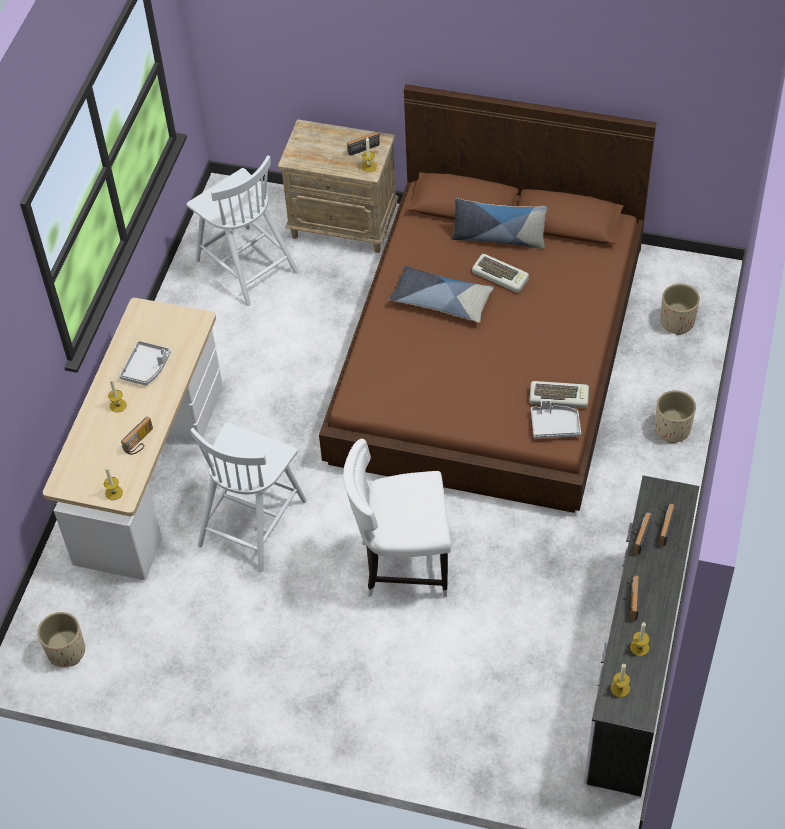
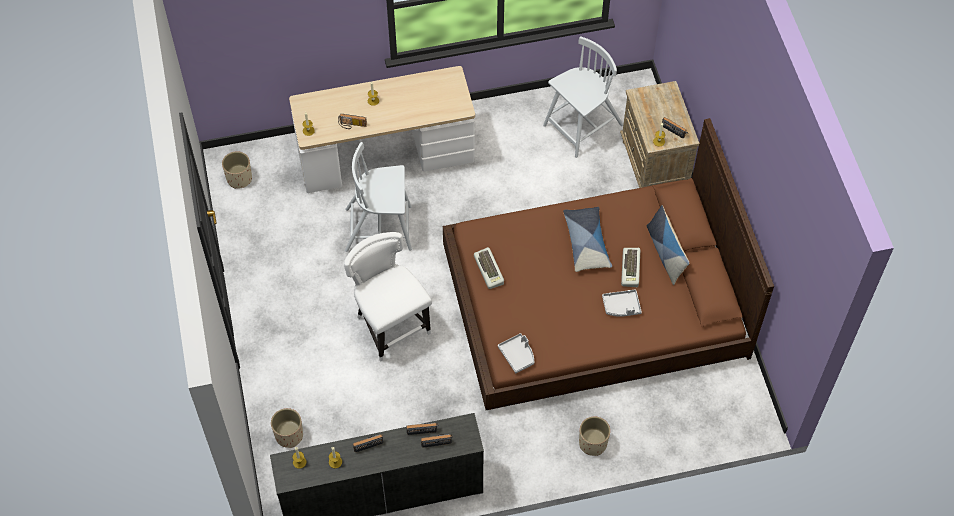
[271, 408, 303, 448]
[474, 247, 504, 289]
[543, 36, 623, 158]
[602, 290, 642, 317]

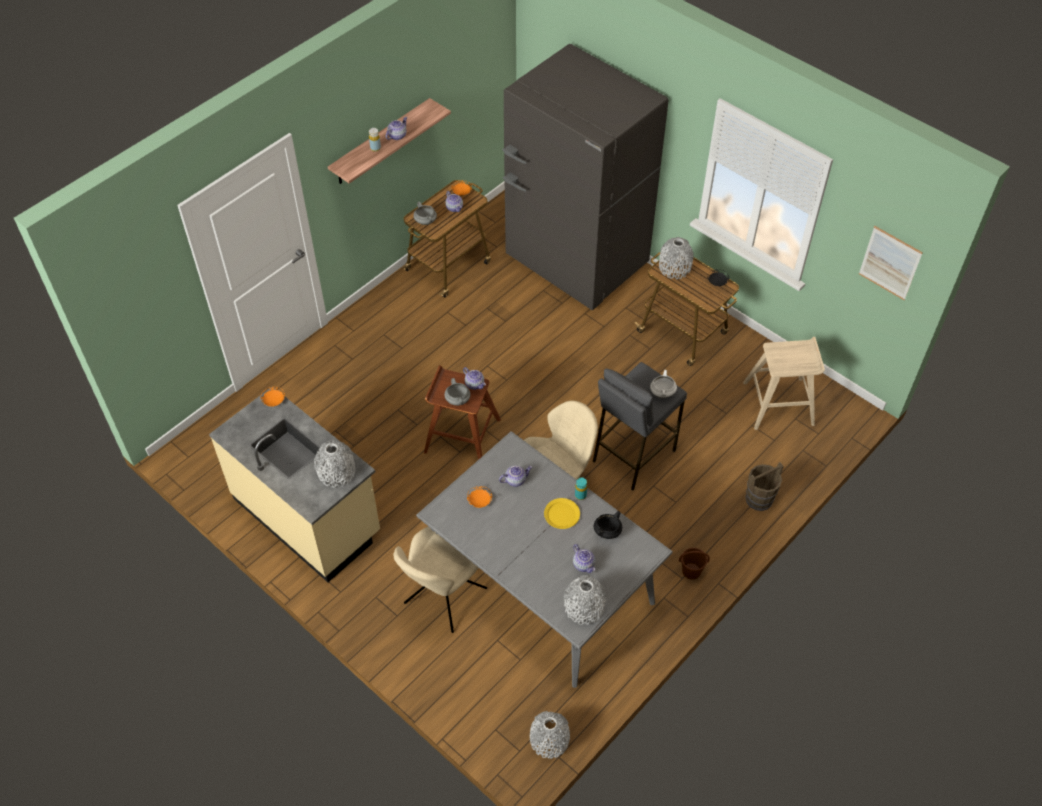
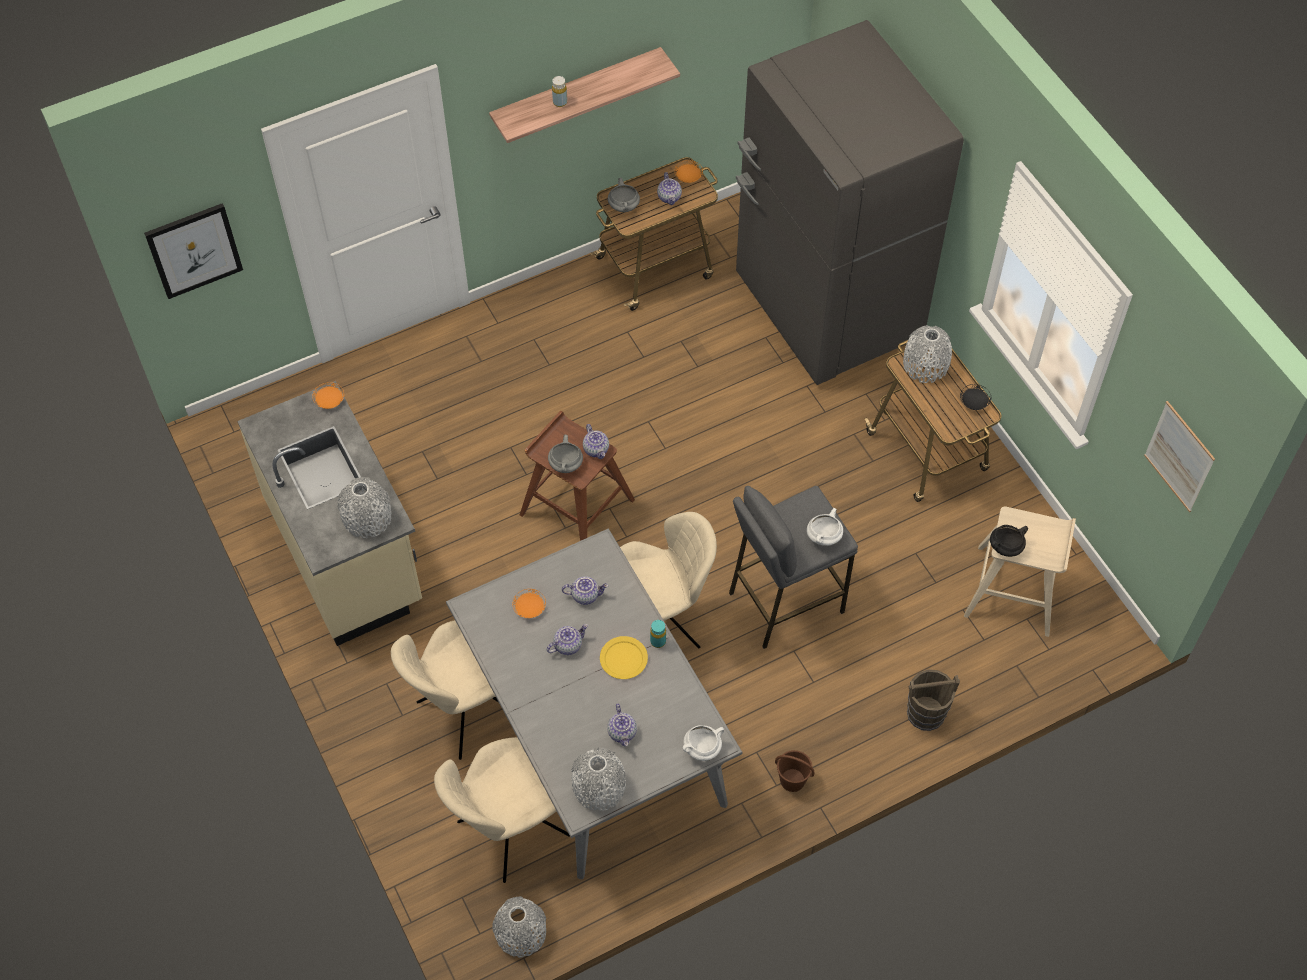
[144, 203, 243, 299]
[434, 737, 570, 883]
[547, 624, 588, 655]
[683, 725, 724, 761]
[990, 525, 1028, 557]

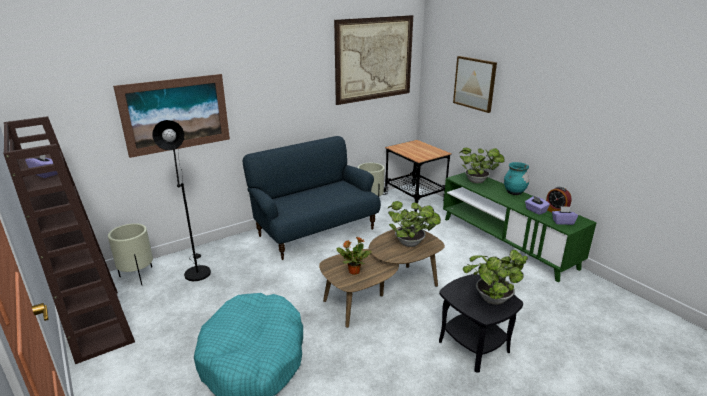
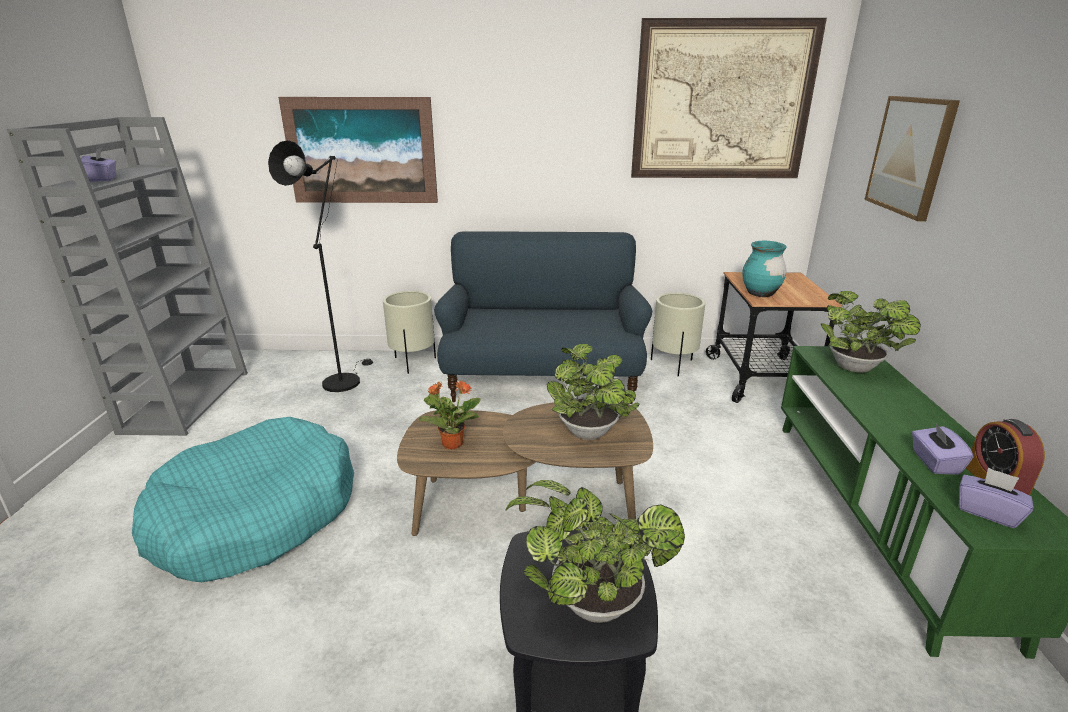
[7, 117, 248, 436]
[383, 291, 436, 374]
[742, 241, 787, 297]

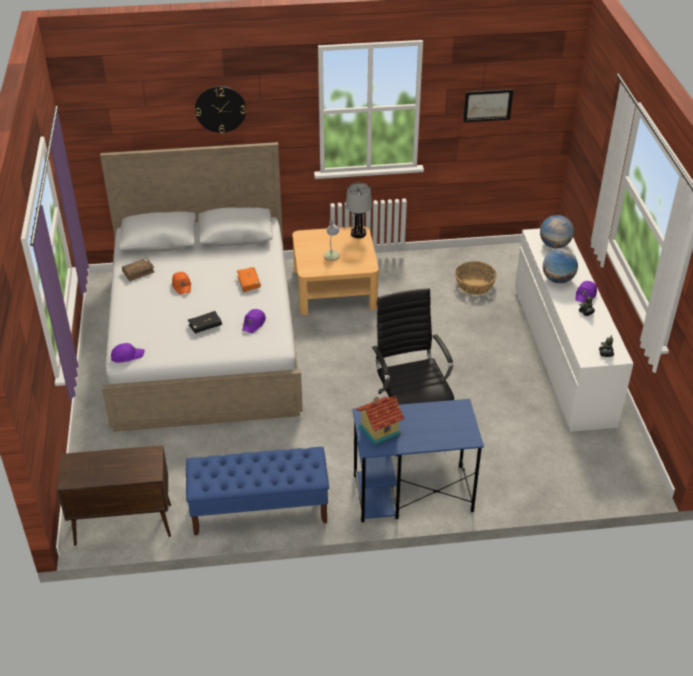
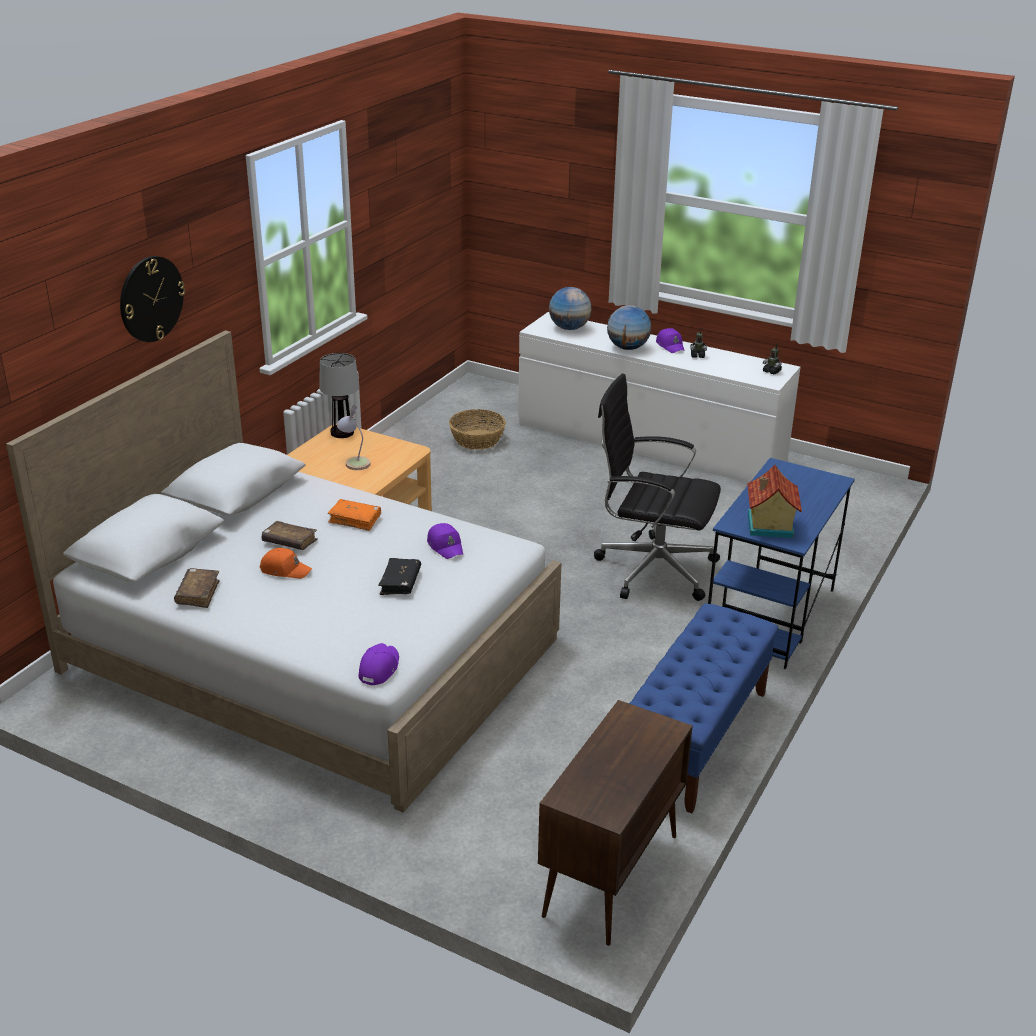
[262, 521, 318, 550]
[463, 89, 513, 122] (first image)

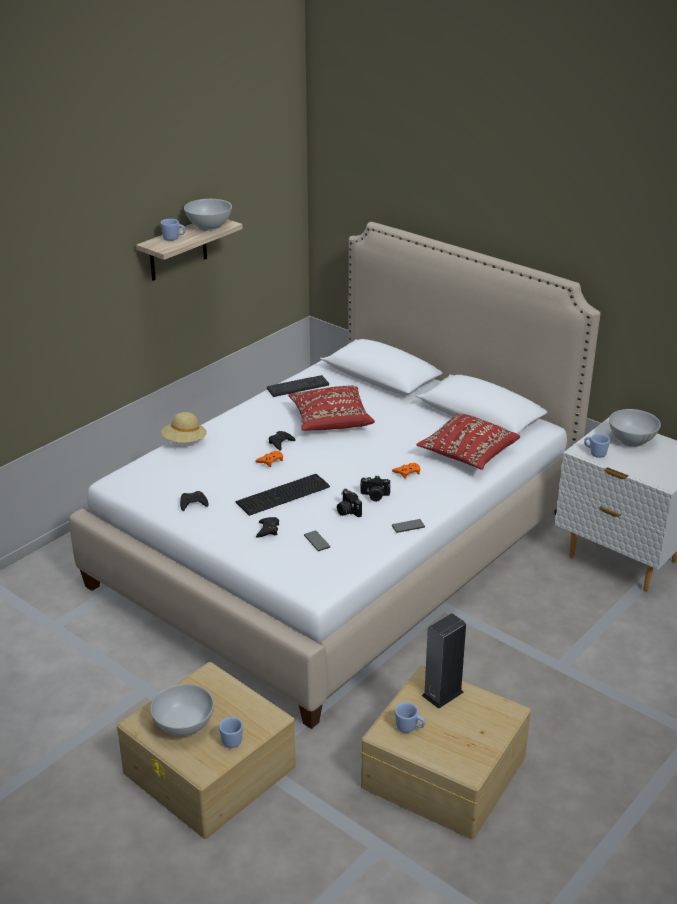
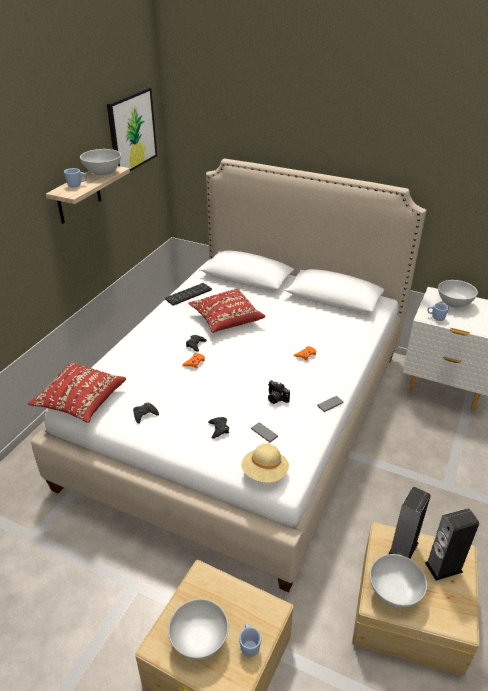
[28, 363, 126, 423]
[107, 87, 157, 171]
[241, 444, 289, 483]
[370, 554, 427, 608]
[425, 508, 479, 581]
[236, 474, 330, 516] (first image)
[360, 476, 390, 502] (first image)

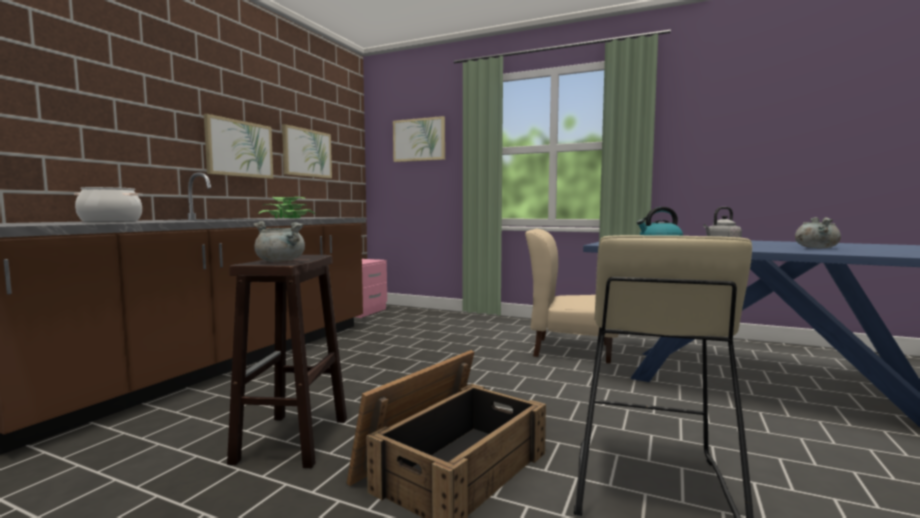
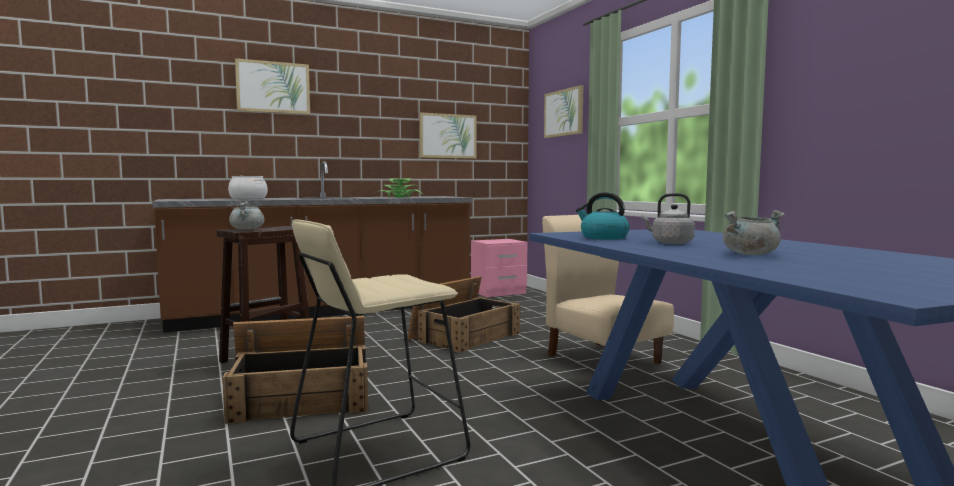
[235, 58, 310, 115]
[407, 276, 520, 353]

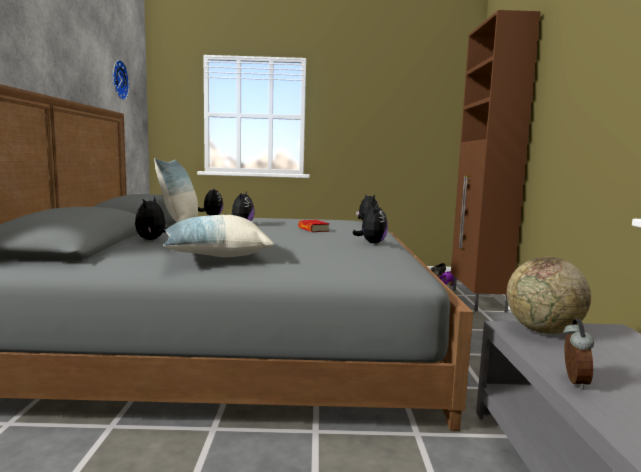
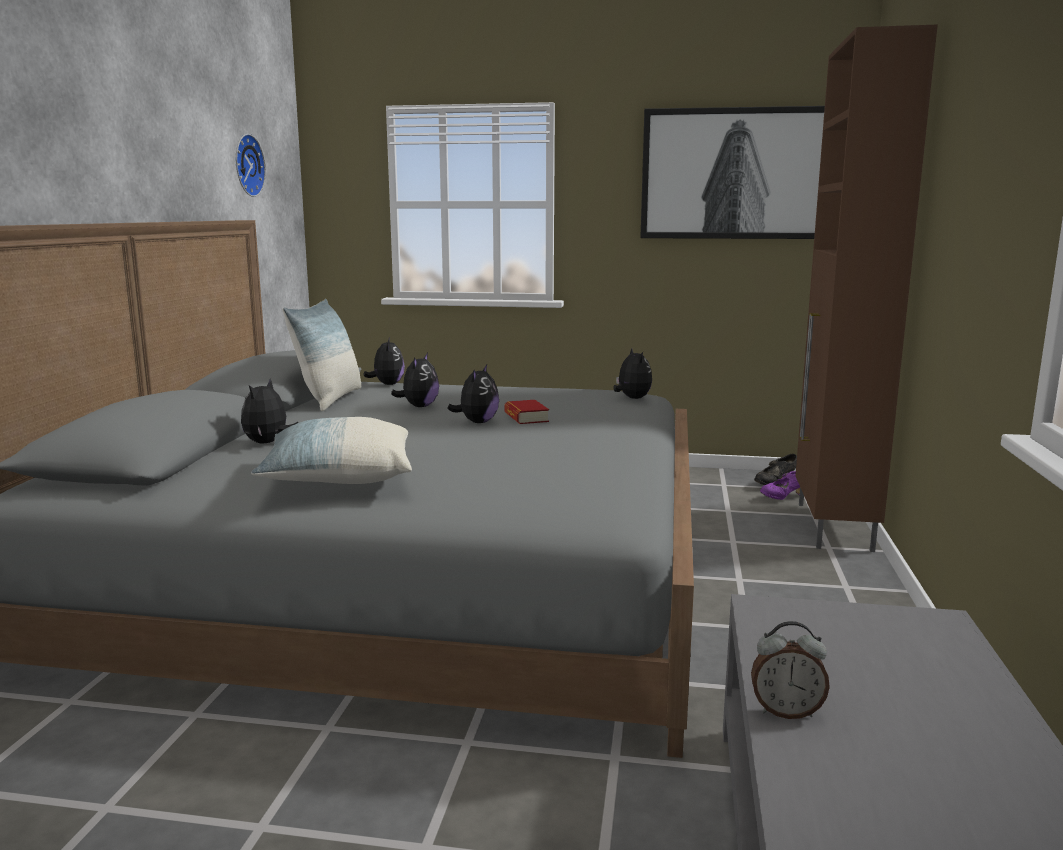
[447, 365, 499, 423]
[640, 106, 825, 239]
[751, 621, 830, 719]
[507, 257, 591, 334] (first image)

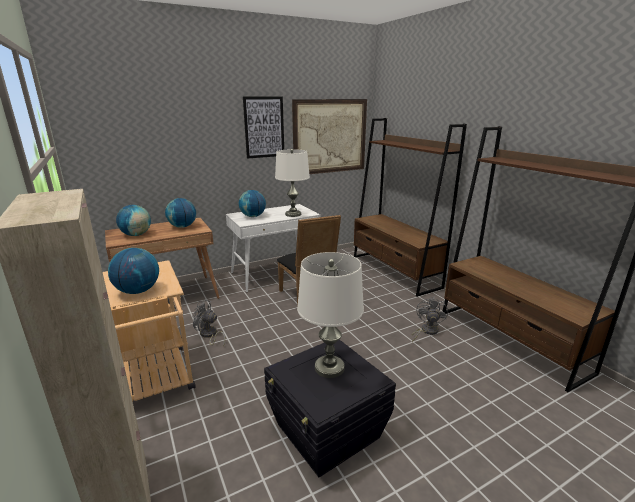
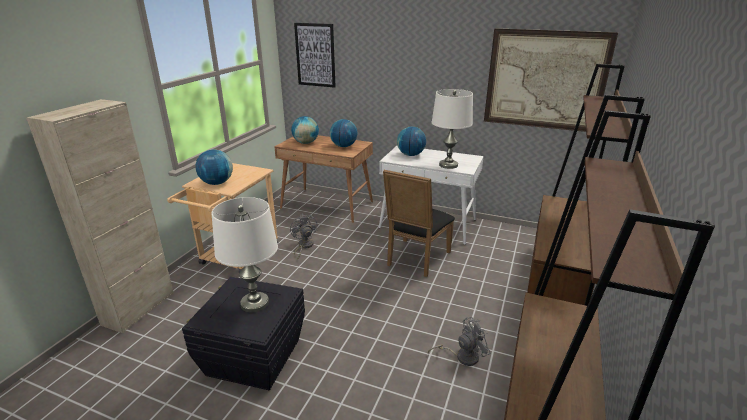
[294, 23, 336, 88]

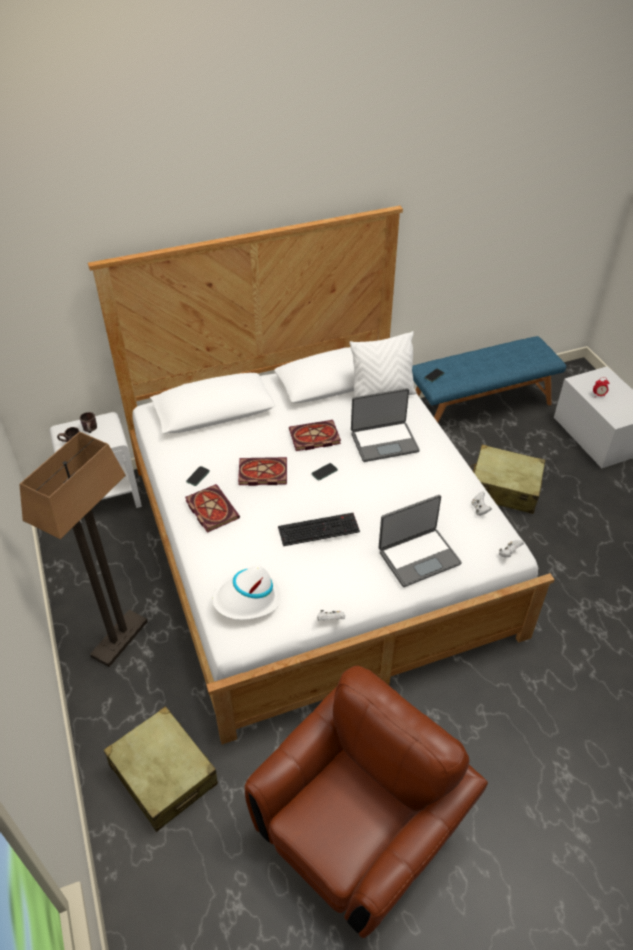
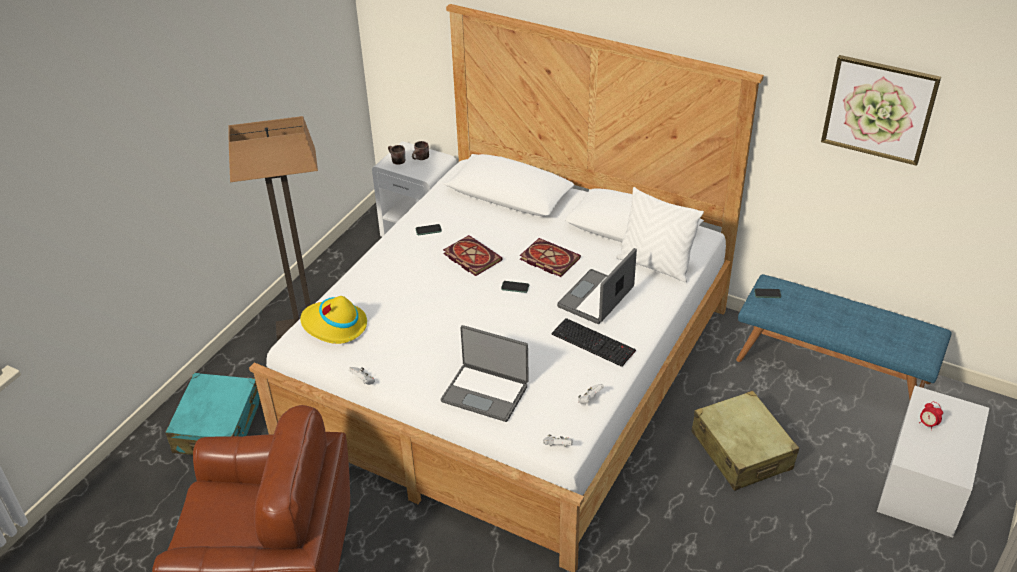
[165, 373, 261, 455]
[300, 296, 367, 344]
[551, 318, 636, 367]
[557, 248, 637, 324]
[821, 55, 941, 166]
[185, 484, 240, 533] (first image)

